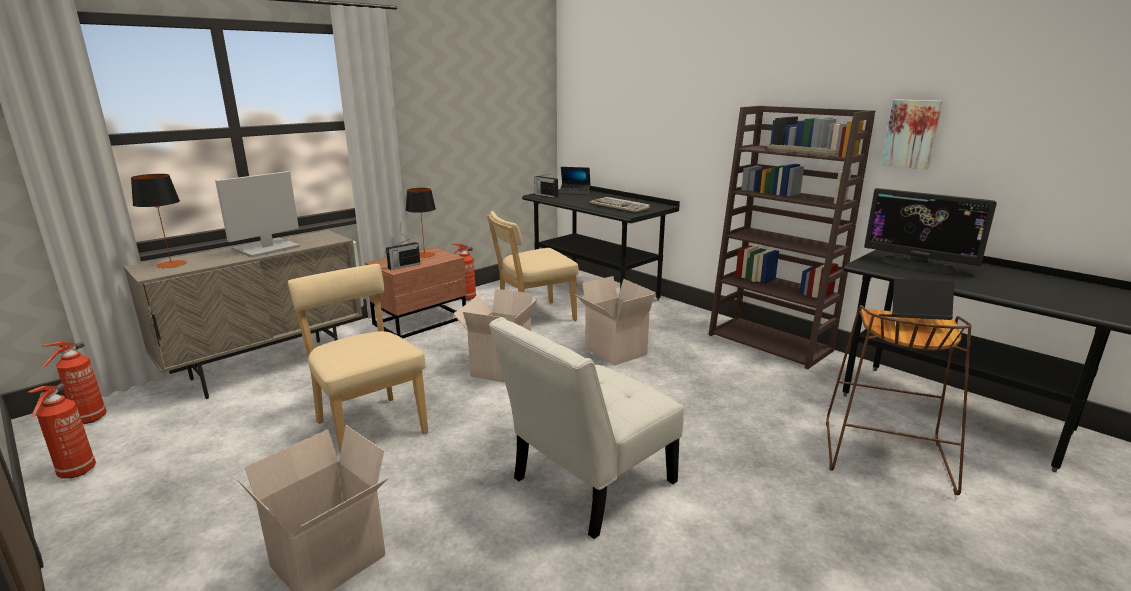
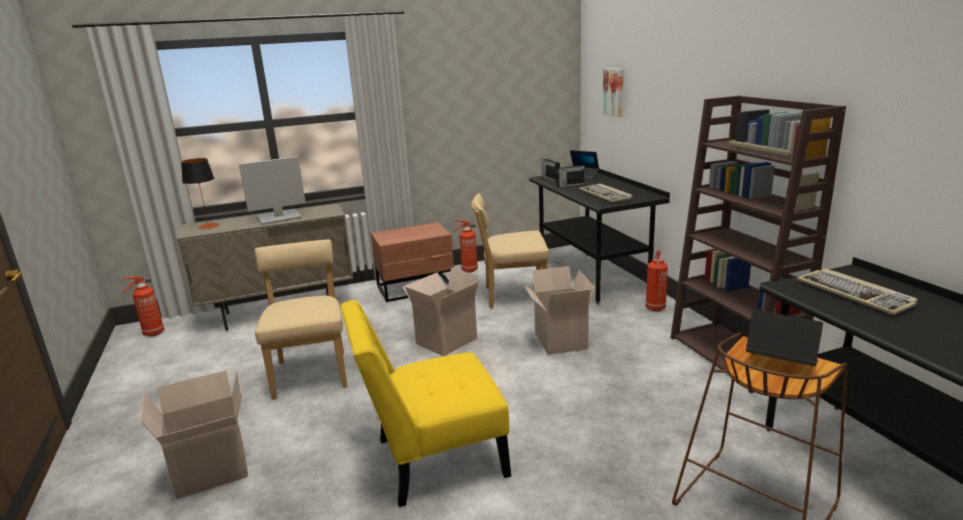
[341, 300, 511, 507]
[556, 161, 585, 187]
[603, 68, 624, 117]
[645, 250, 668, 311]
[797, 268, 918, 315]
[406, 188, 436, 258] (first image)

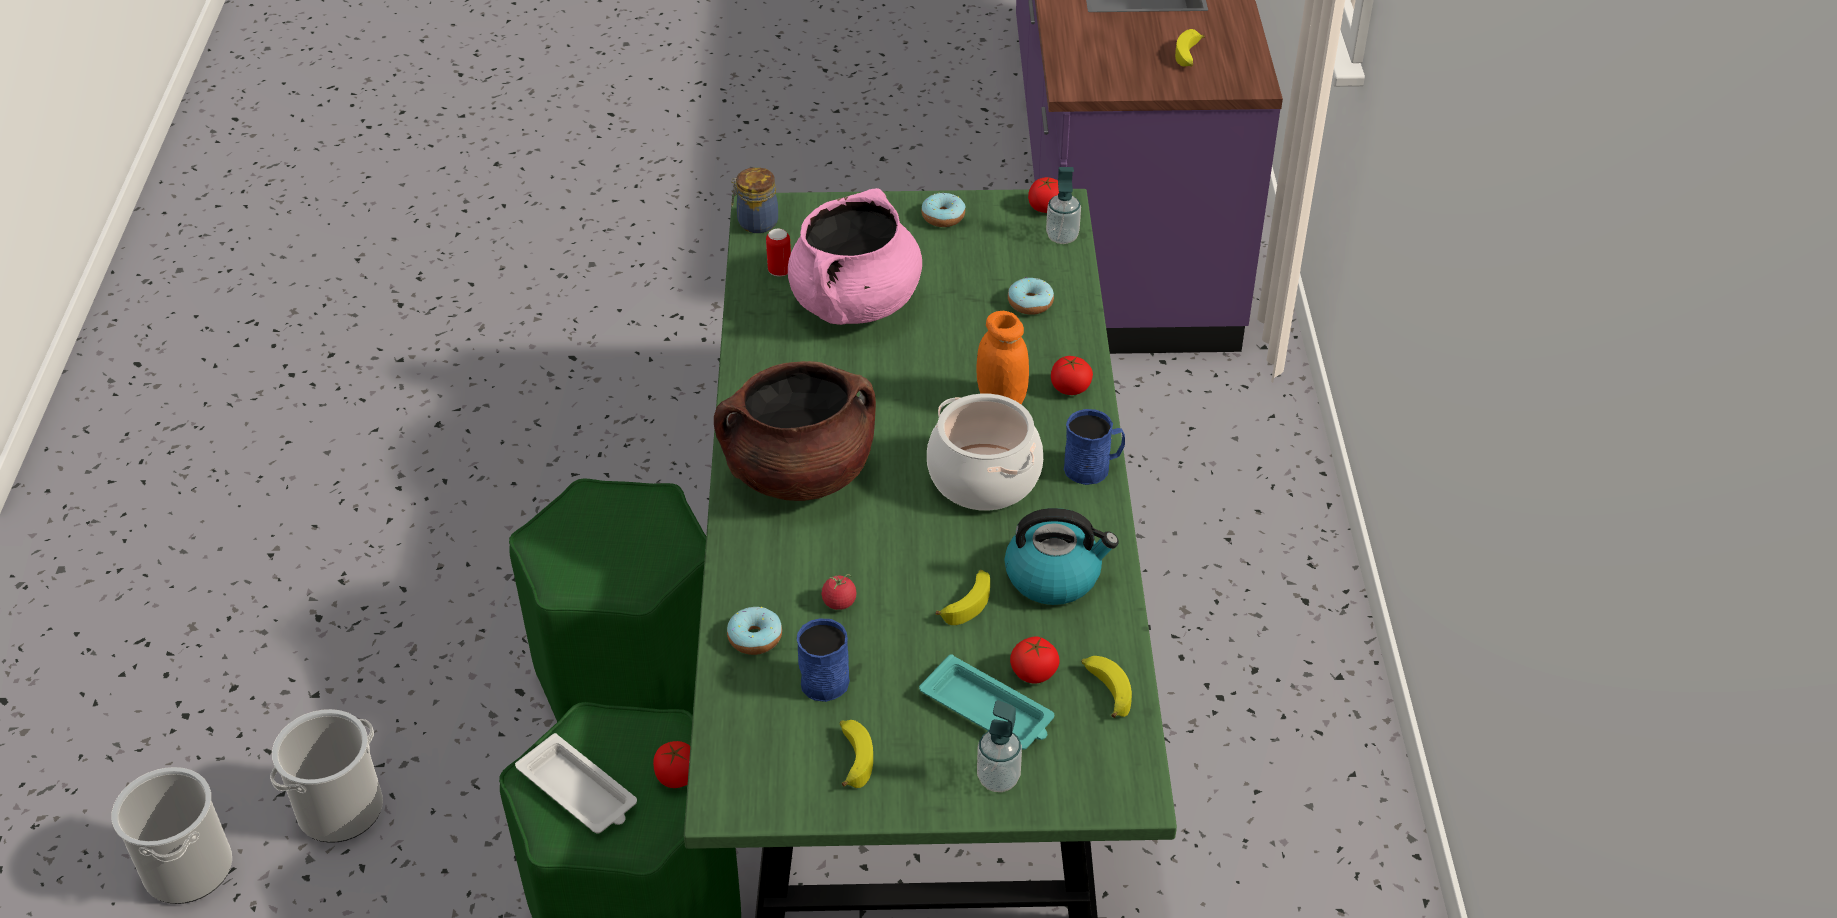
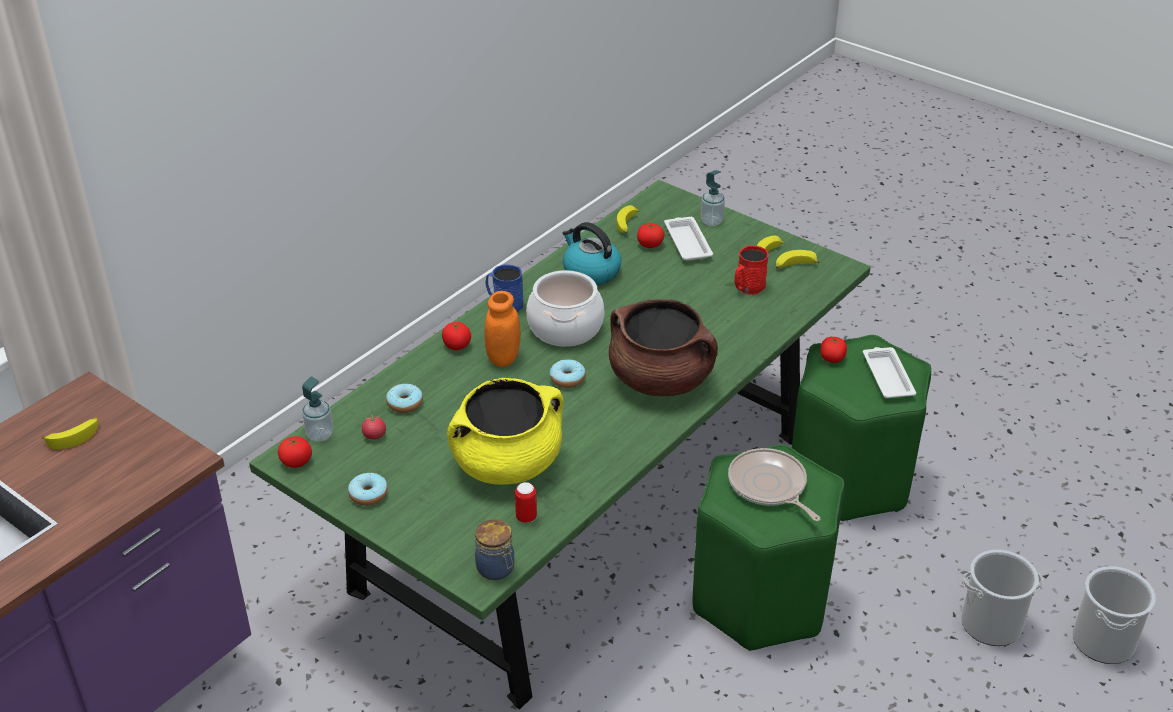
[362, 413, 386, 440]
[447, 378, 564, 485]
[550, 359, 586, 388]
[664, 217, 713, 261]
[728, 448, 820, 521]
[734, 245, 769, 295]
[776, 250, 820, 268]

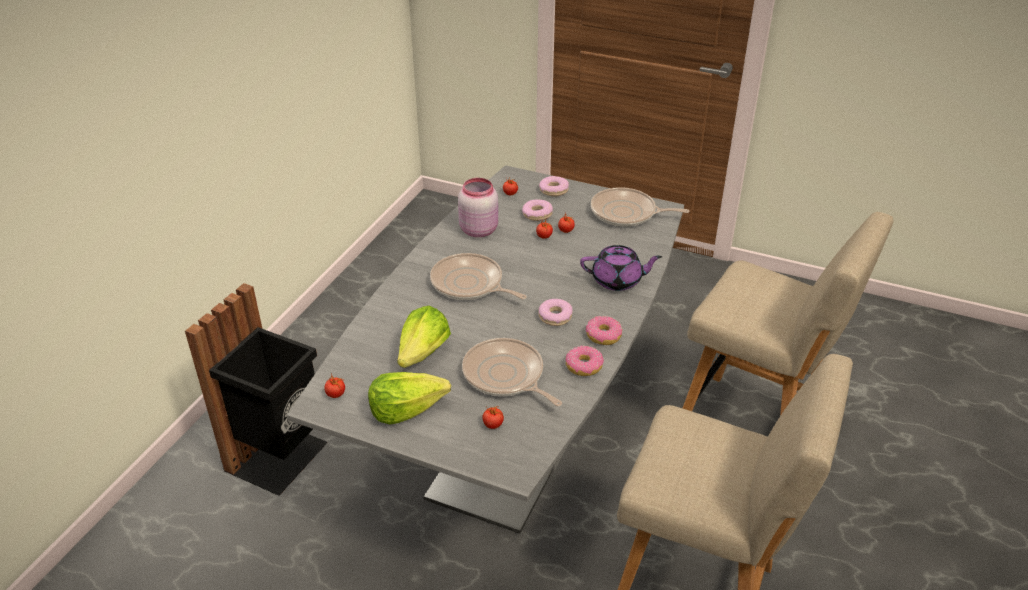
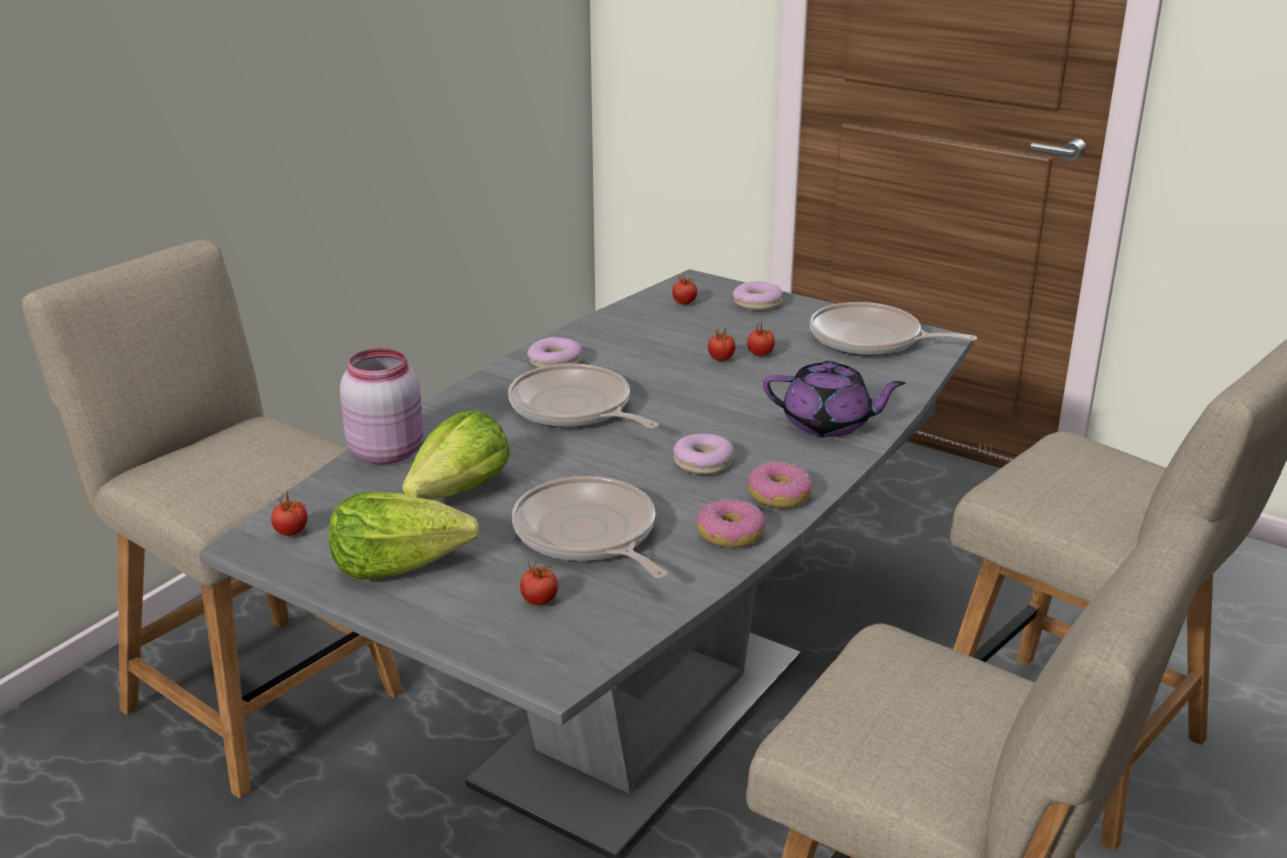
[22, 240, 404, 799]
[340, 348, 423, 464]
[527, 337, 582, 368]

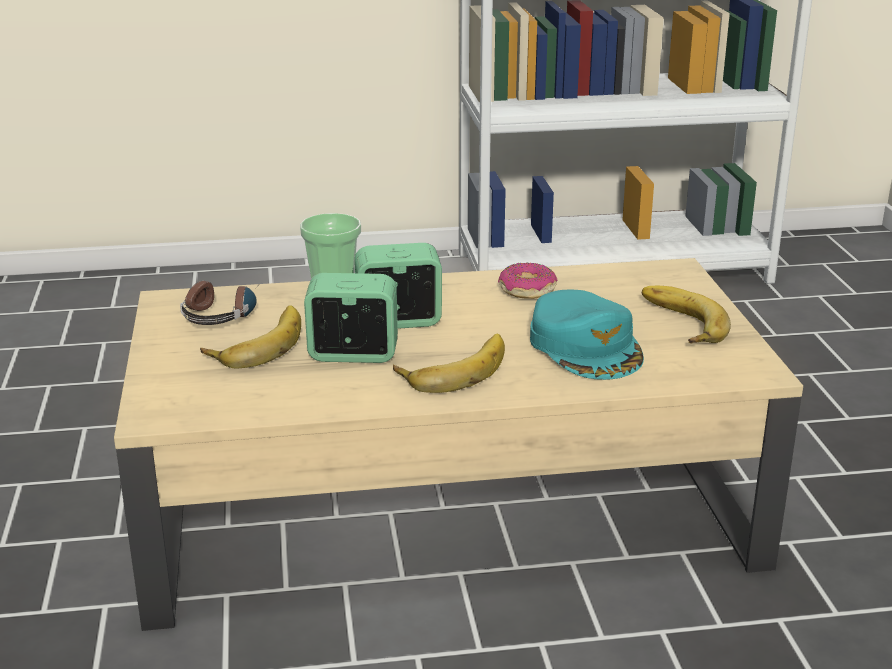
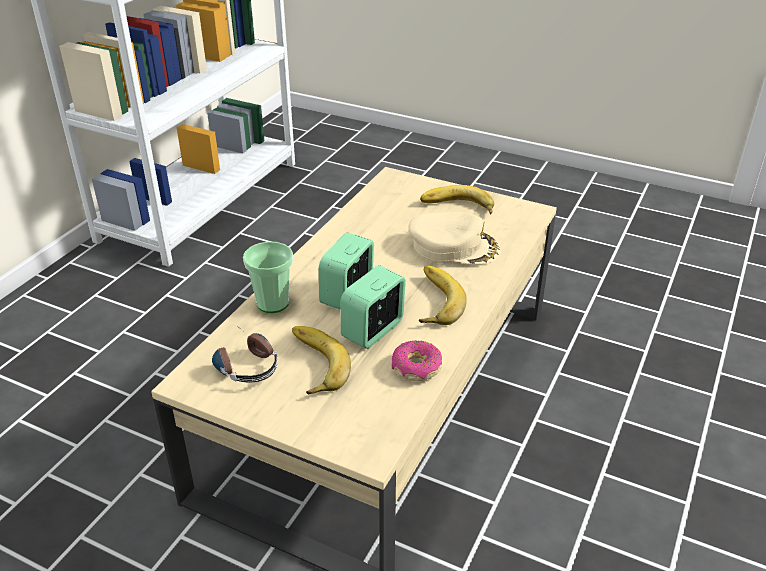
[392, 340, 442, 381]
[408, 212, 500, 264]

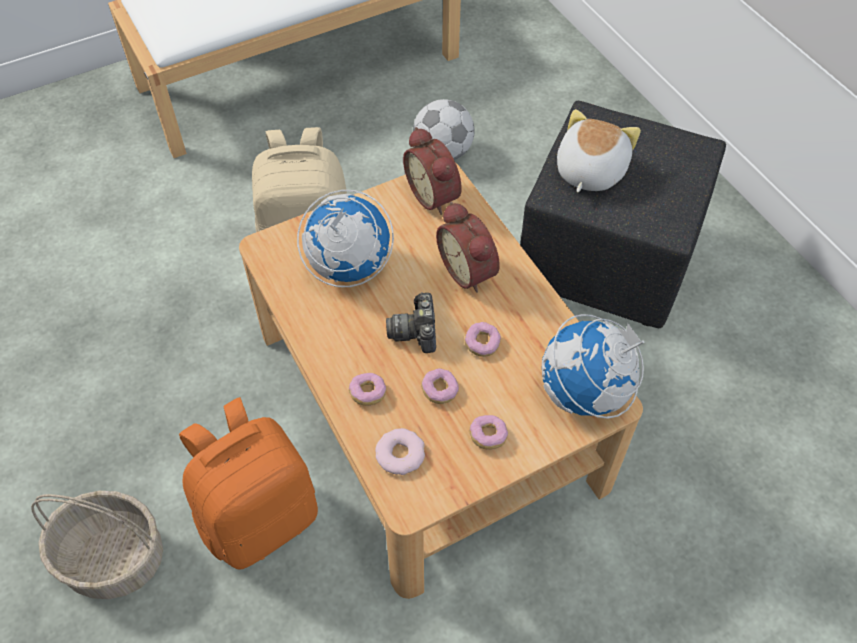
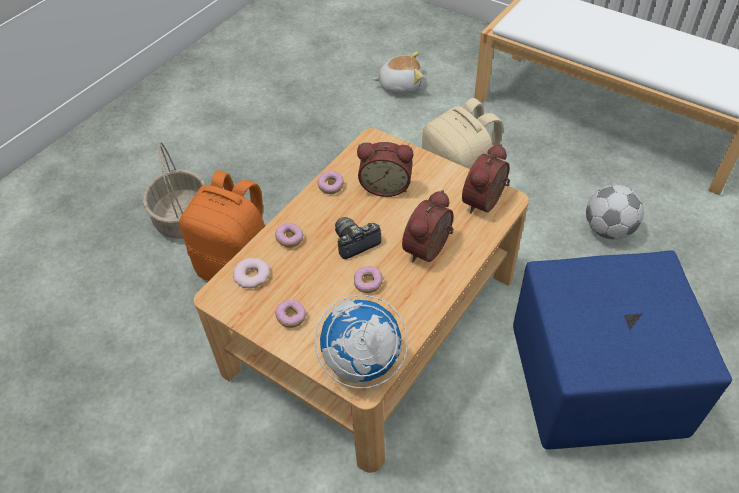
[317, 171, 344, 194]
[357, 142, 413, 197]
[373, 52, 423, 94]
[513, 251, 732, 449]

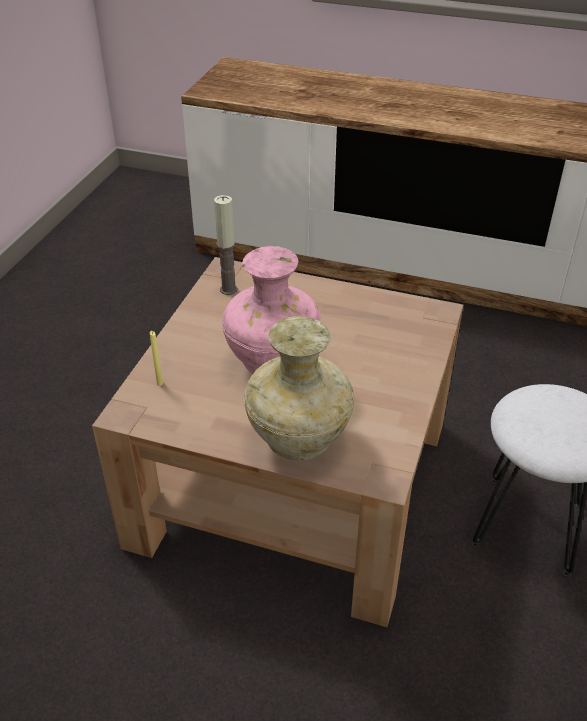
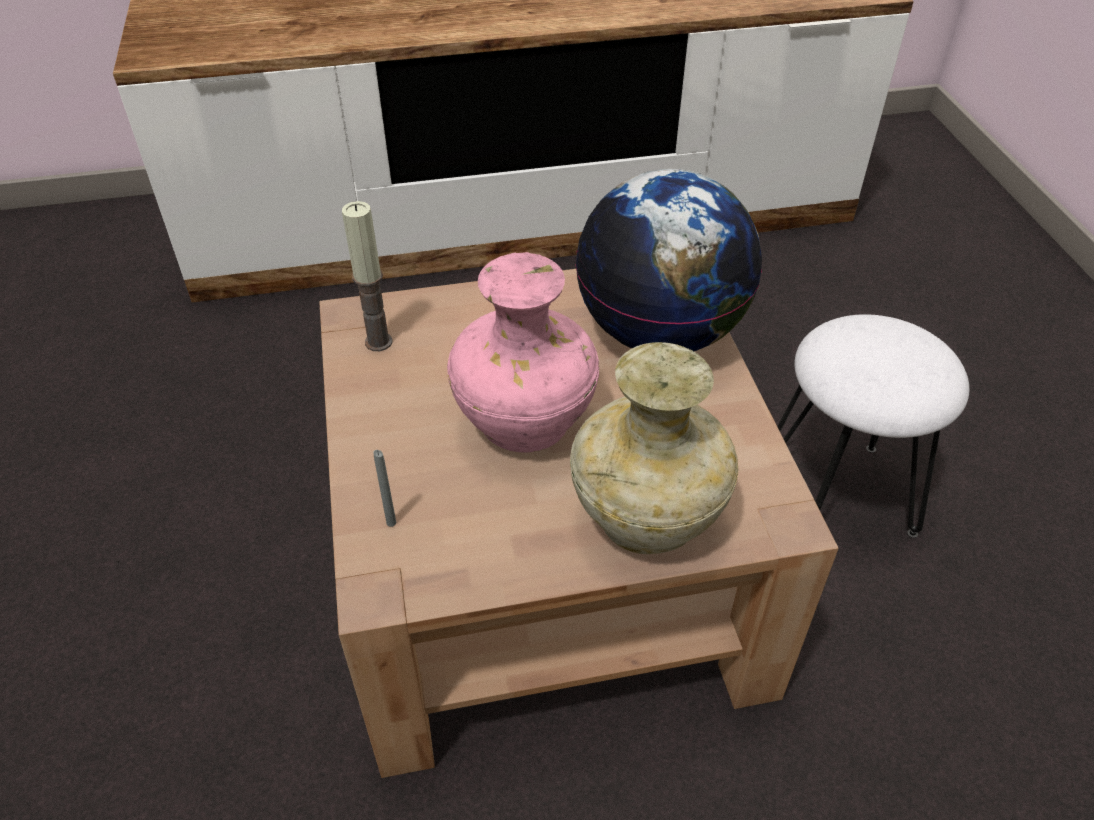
[373, 450, 396, 527]
[575, 169, 762, 351]

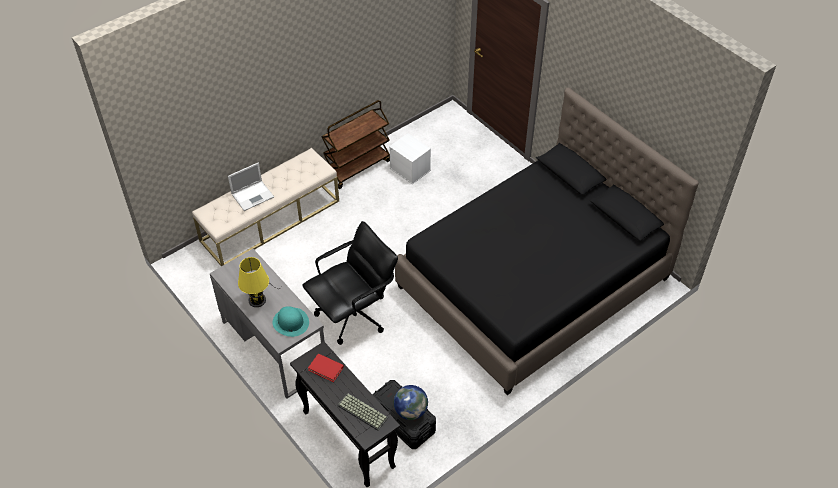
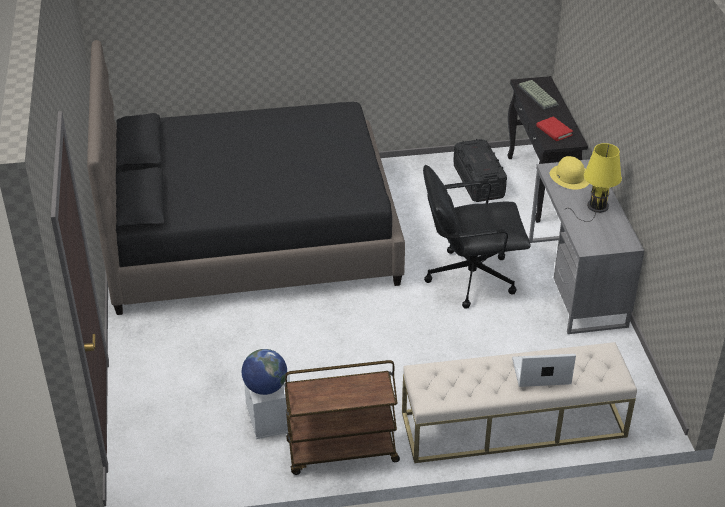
[242, 349, 287, 395]
[550, 156, 589, 190]

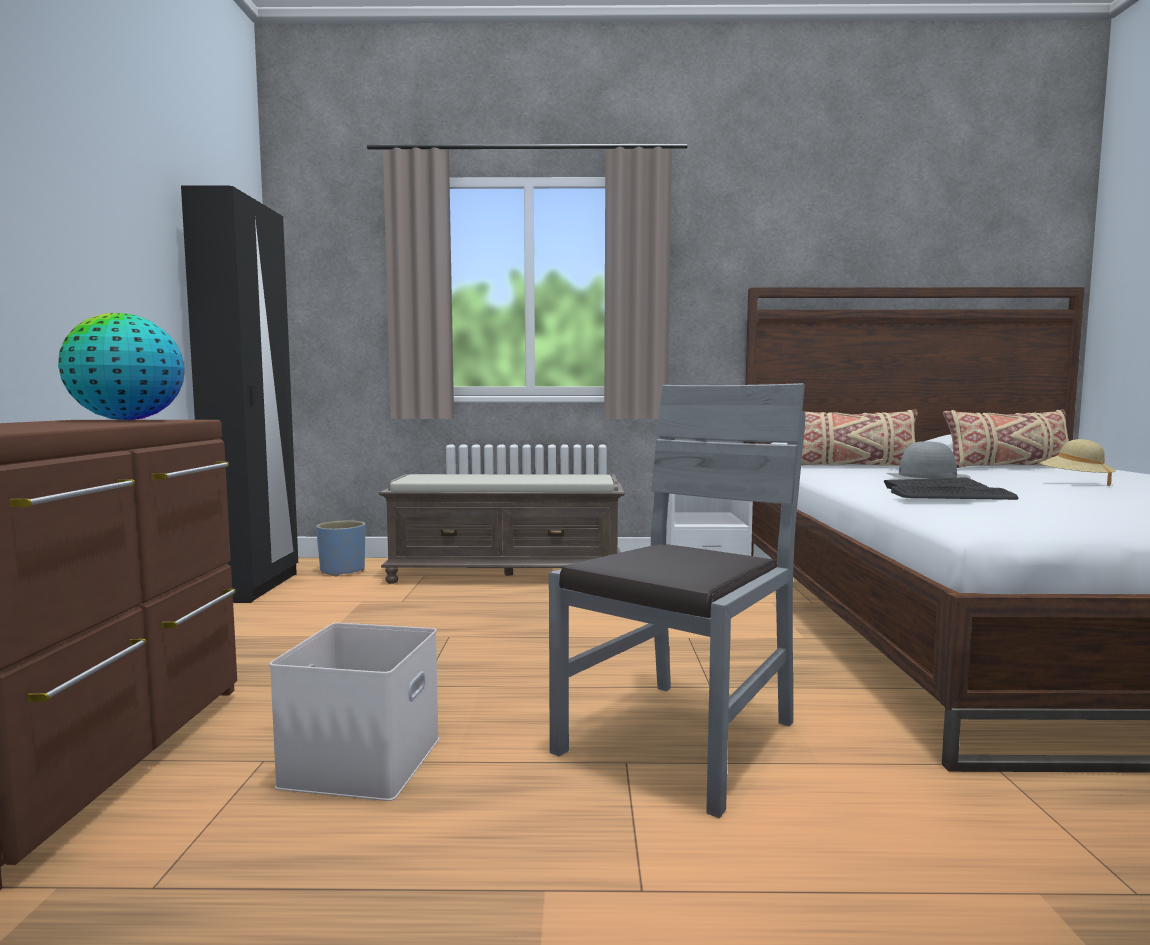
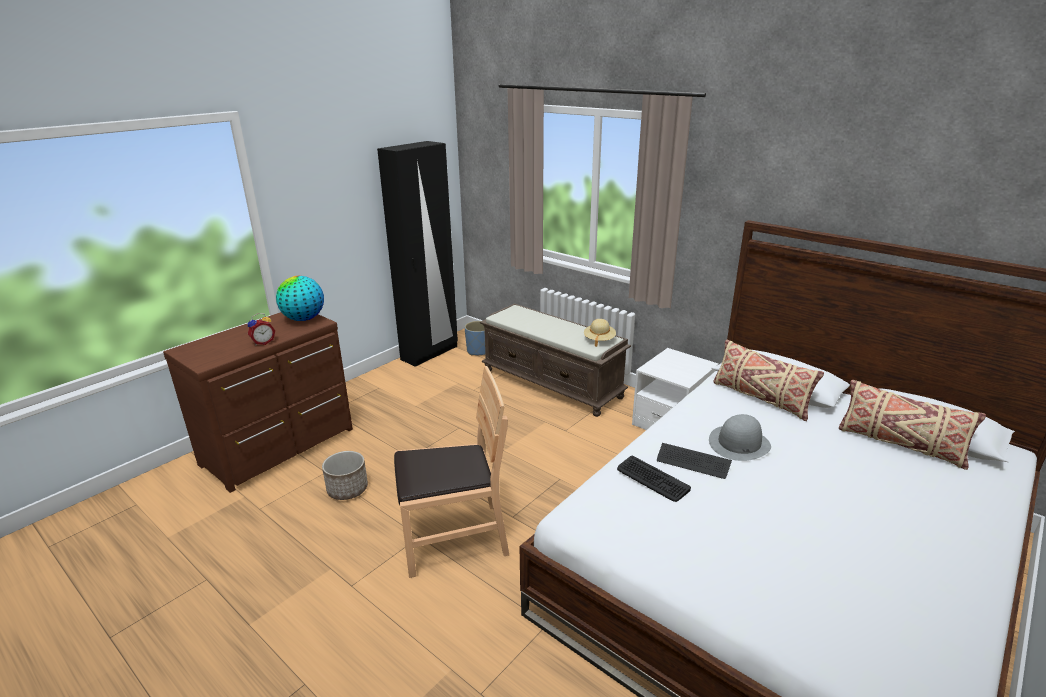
[248, 313, 275, 345]
[322, 451, 368, 500]
[394, 366, 509, 578]
[584, 319, 616, 347]

